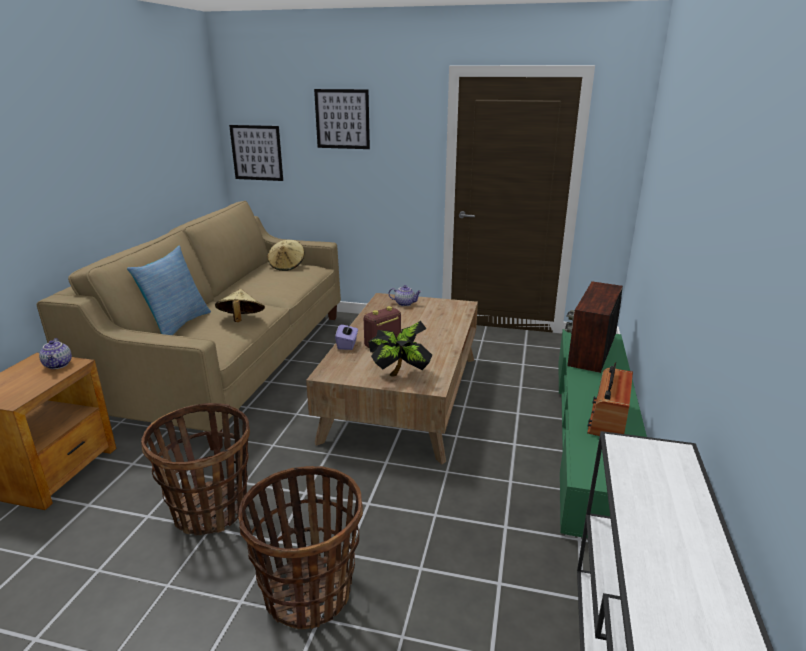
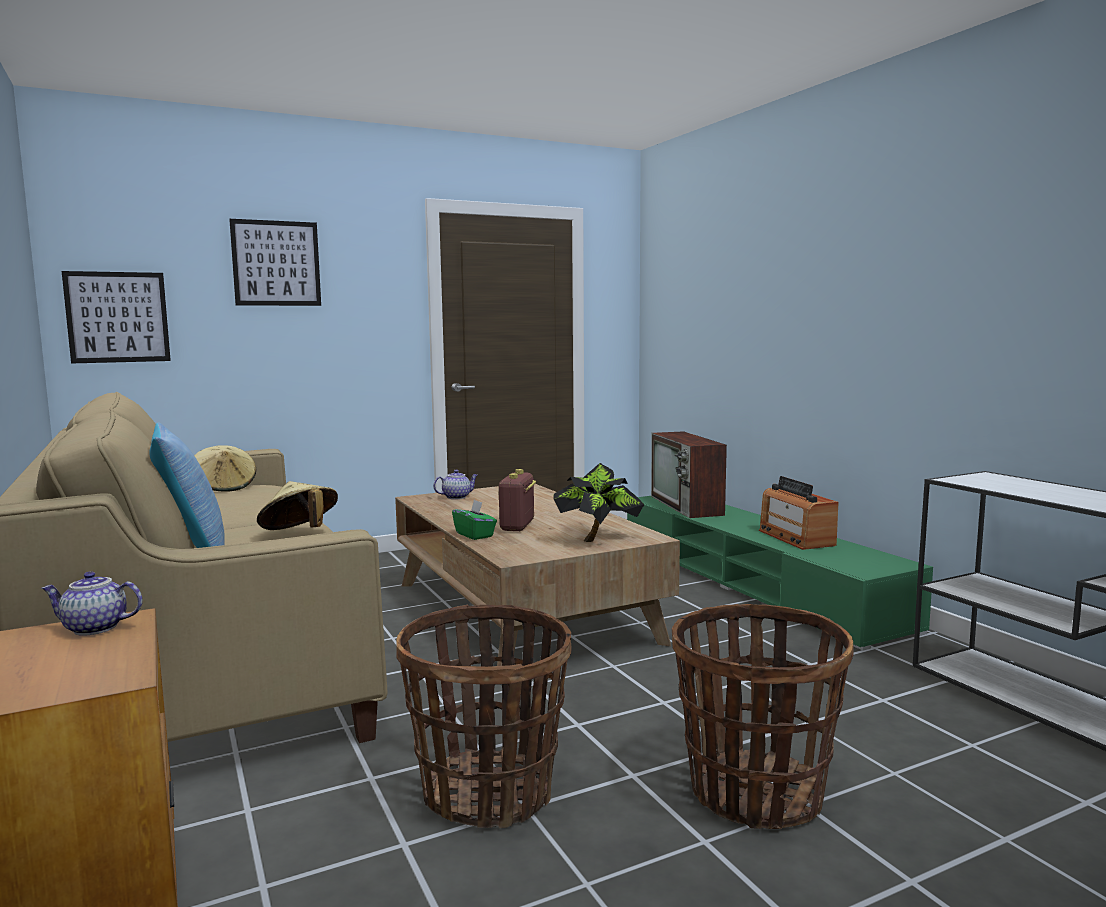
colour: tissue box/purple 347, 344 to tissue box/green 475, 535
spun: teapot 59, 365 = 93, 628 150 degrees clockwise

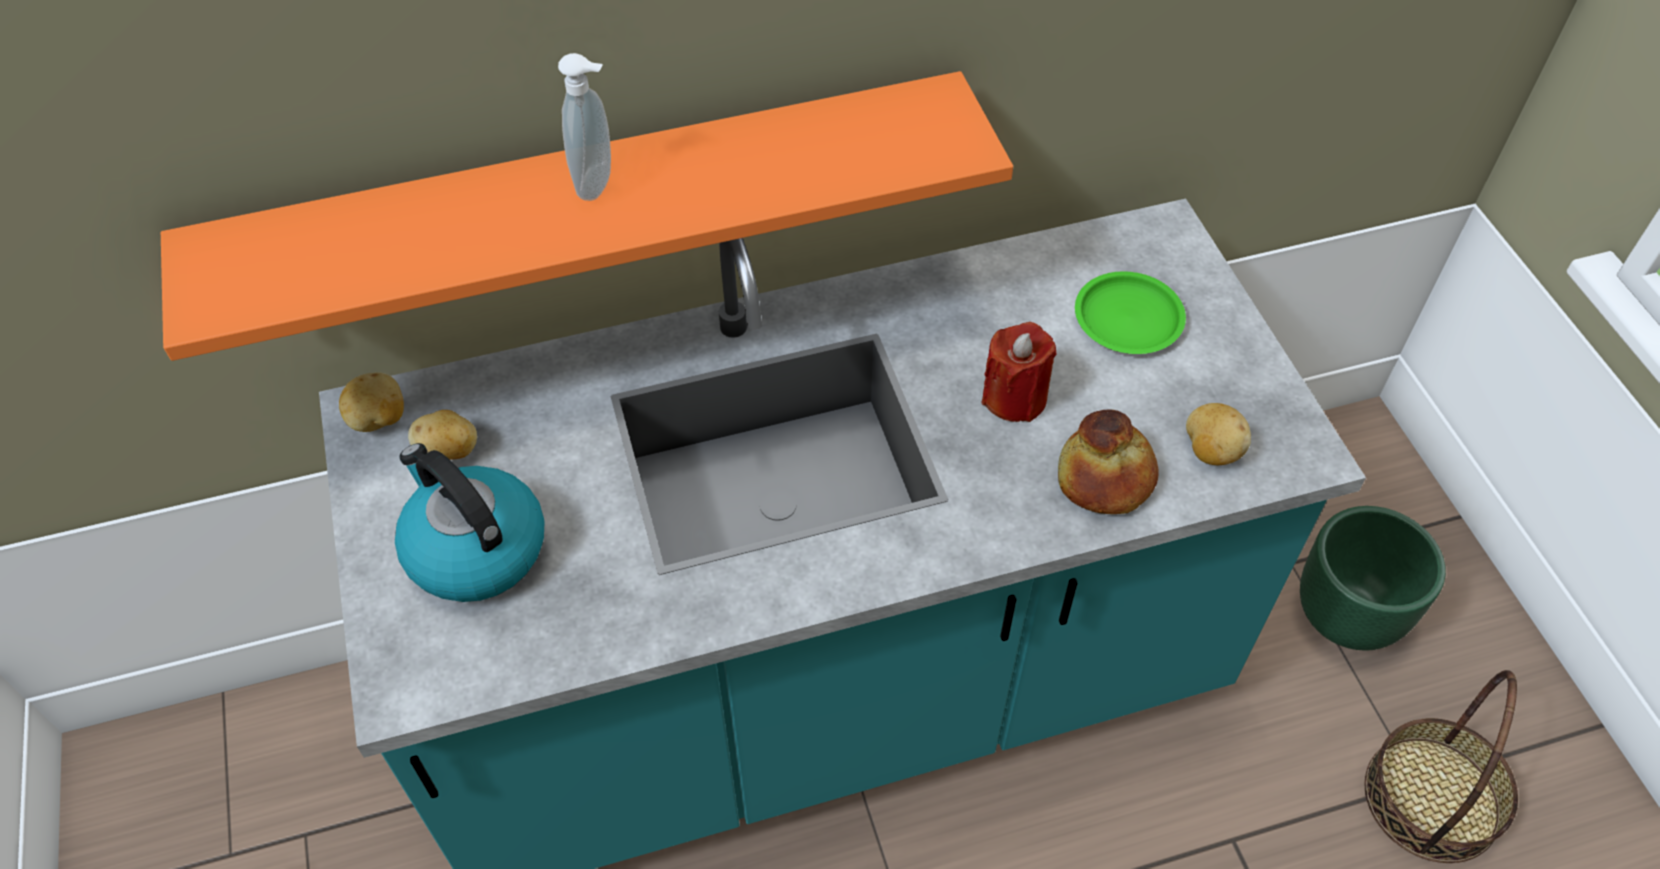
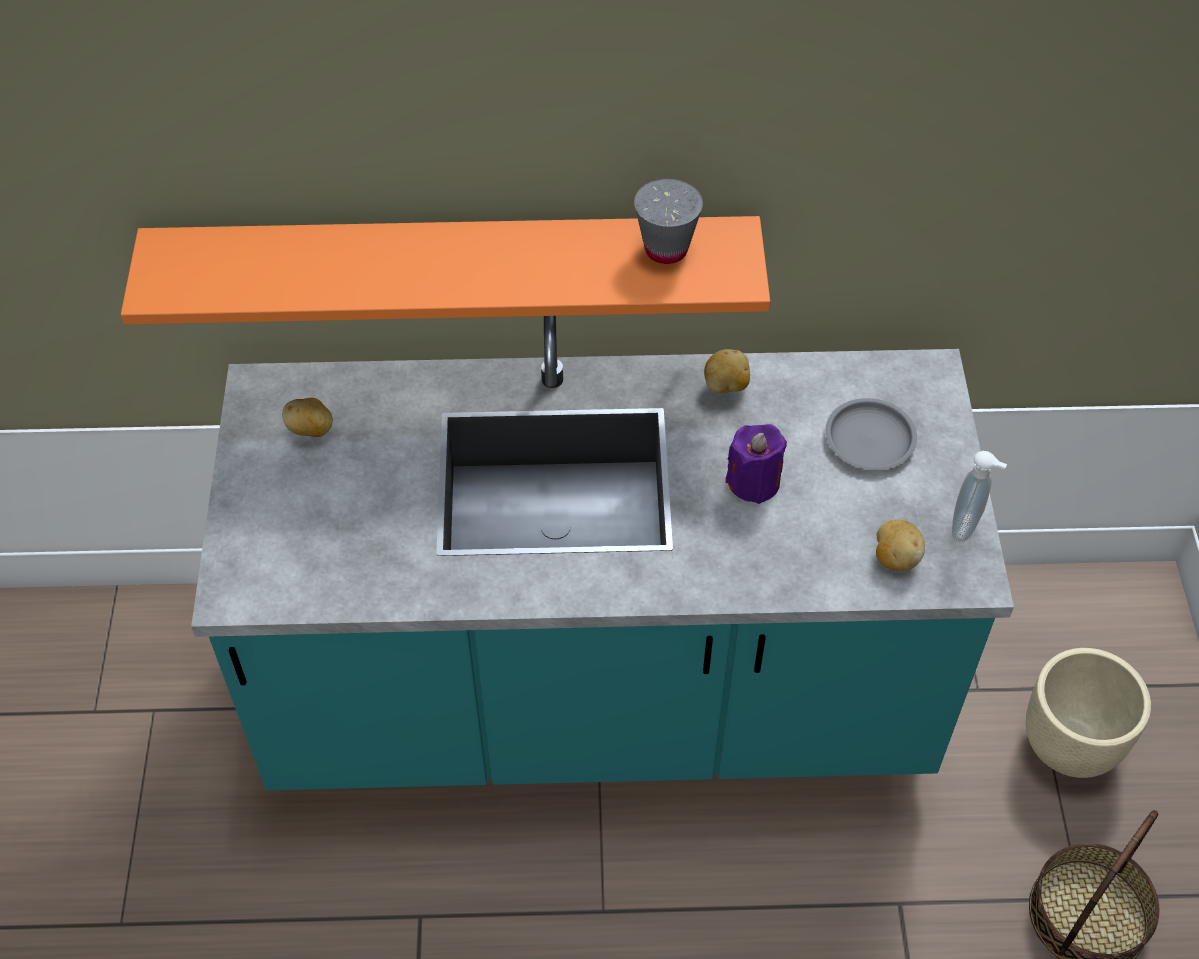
missing: bread 1106, 478; kettle 474, 549
appeared: cup/grey 666, 249
relocated: soap dispenser 599, 183 to 967, 527; potato 379, 420 to 726, 386
colour: plate/green 1127, 319 to plate/grey 869, 439; candle/red 1014, 397 to candle/purple 754, 482; planter/green 1343, 616 to planter/beige 1067, 745

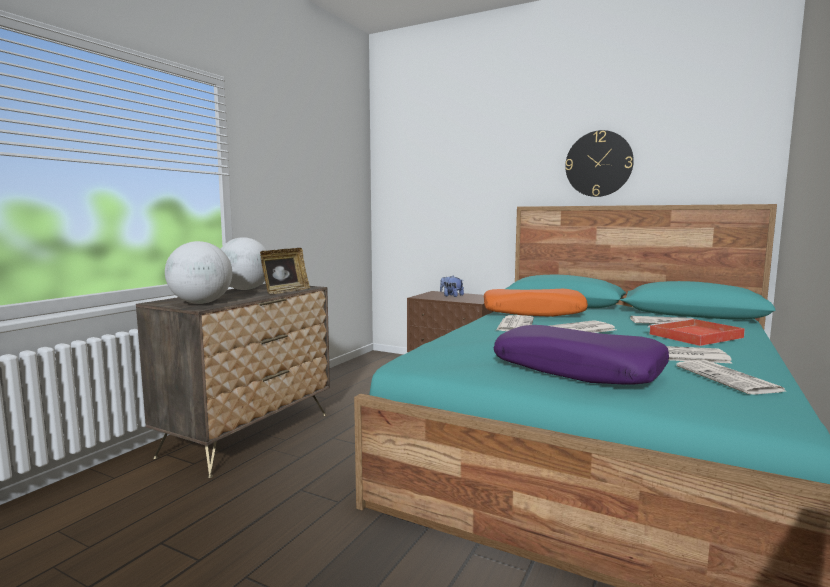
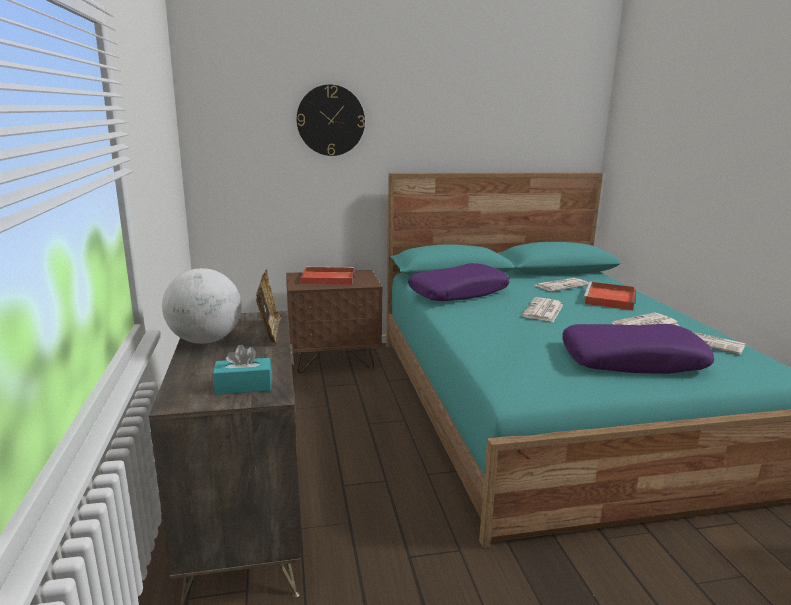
missing: newspaper 515, 324
relocated: wall clock 598, 164 to 330, 120
exchanged: globe 201, 303 to tissue box/turquoise 243, 386; plush toy 451, 296 to tray/red 327, 279
colour: pillow/orange 533, 312 to pillow/purple 458, 293

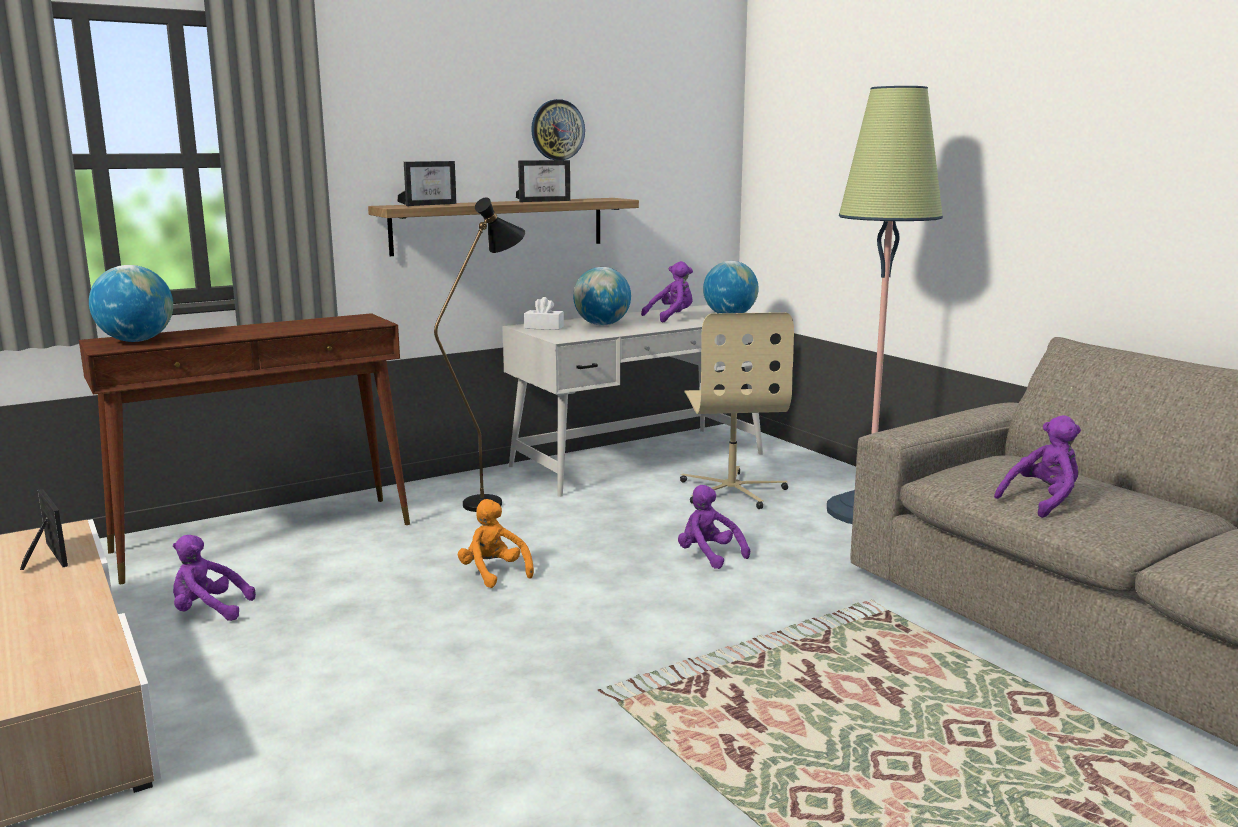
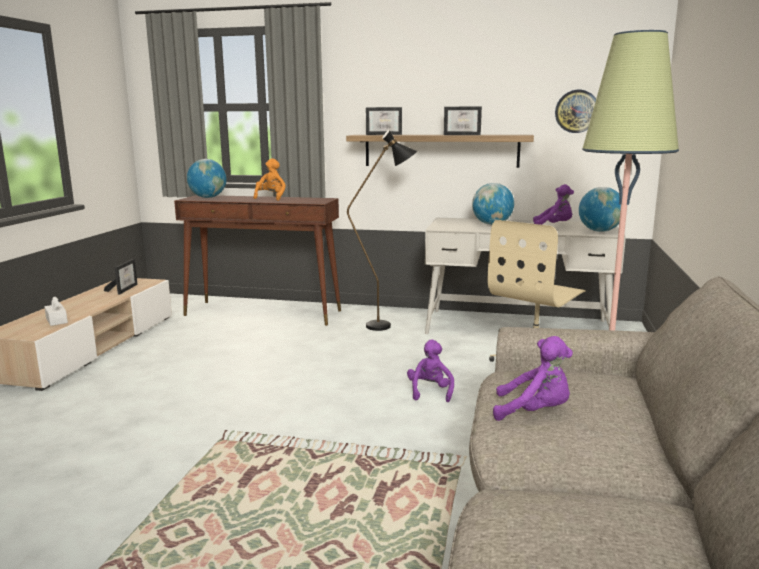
missing: plush toy/purple 208, 611
relocated: wall clock 557, 130 to 576, 111; tissue box/white 544, 327 to 56, 320; plush toy/orange 493, 573 to 271, 198

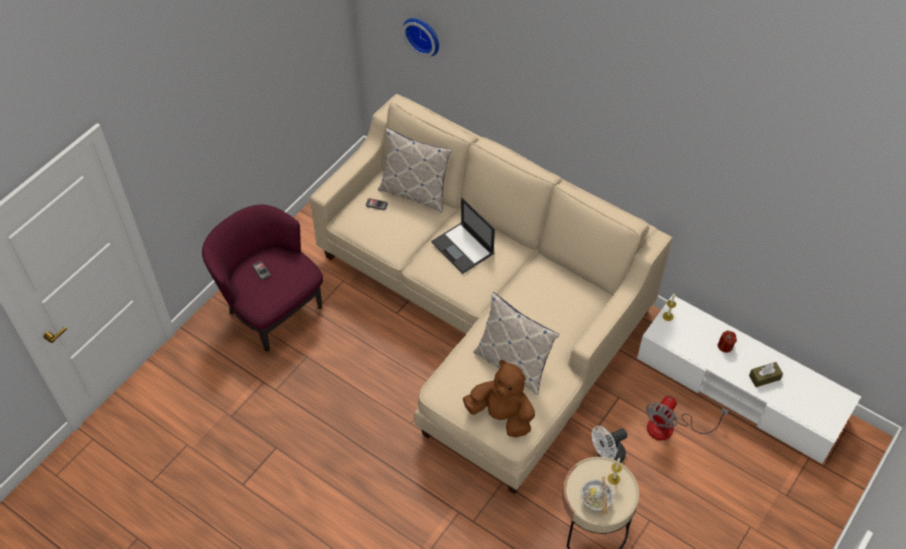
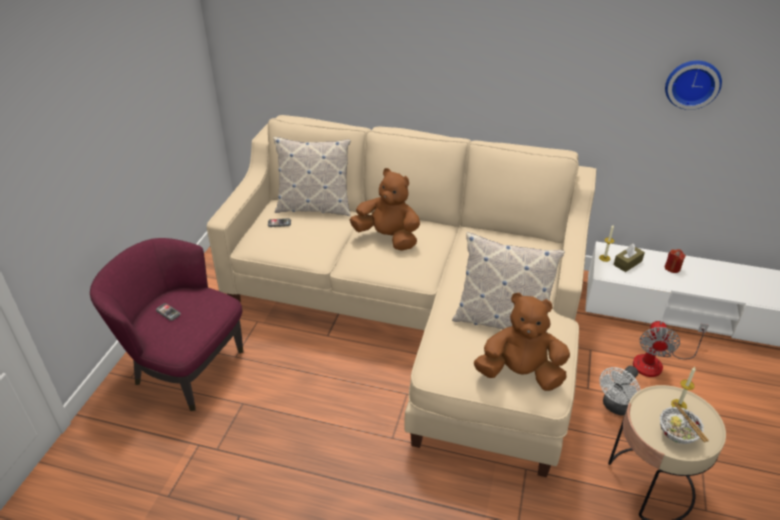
relocated: wall clock 423, 35 to 692, 83; tissue box/brown 764, 377 to 627, 263
exchanged: laptop 463, 248 to plush toy/brown 388, 237

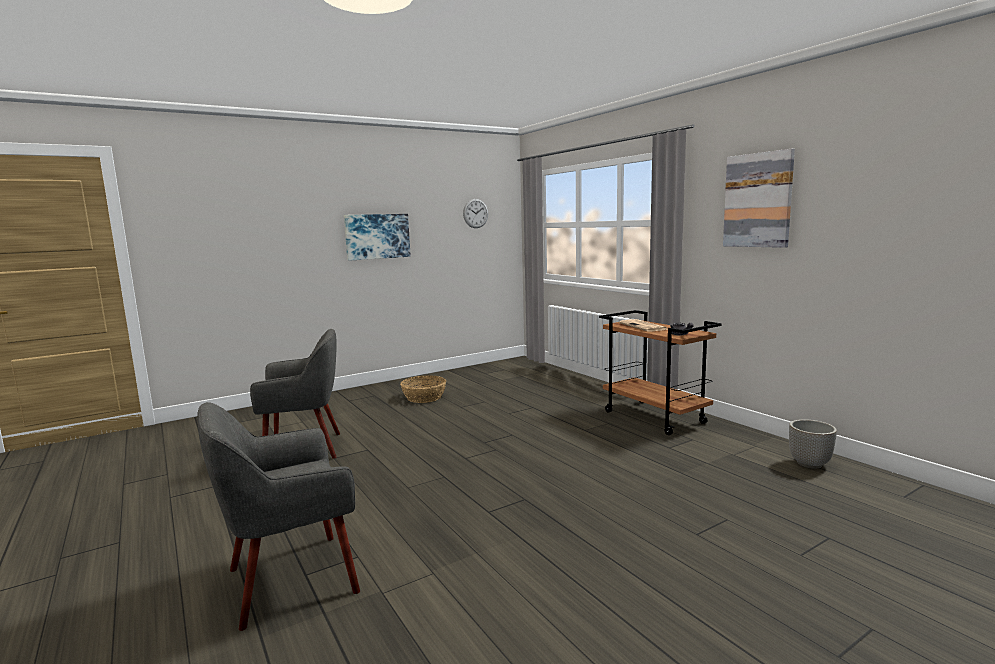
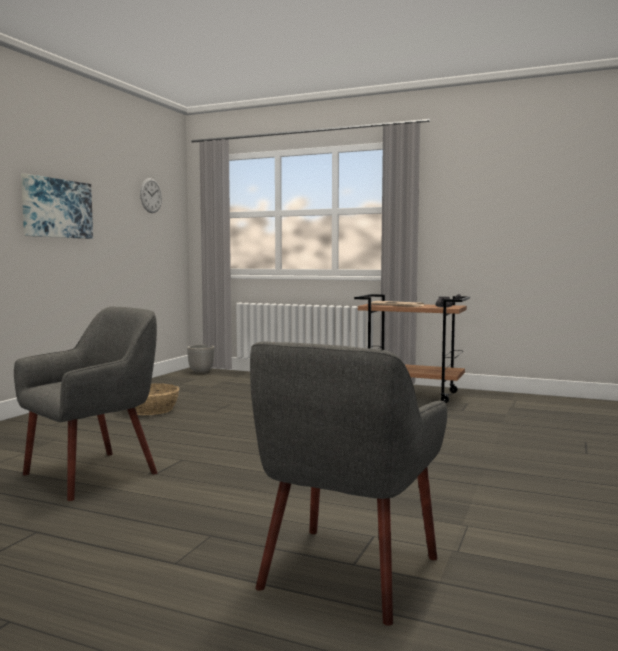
missing: picture 758, 200
relocated: planter 810, 464 to 201, 372

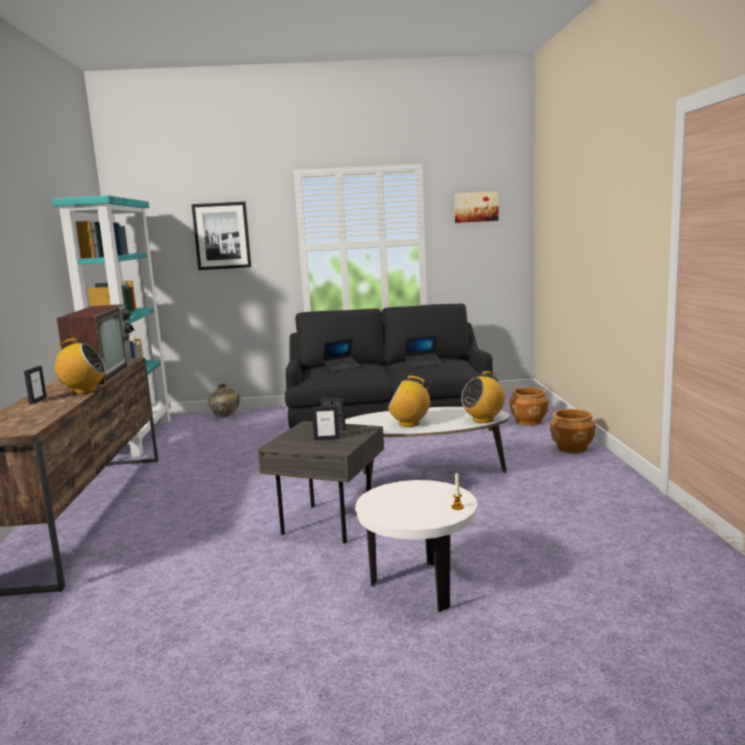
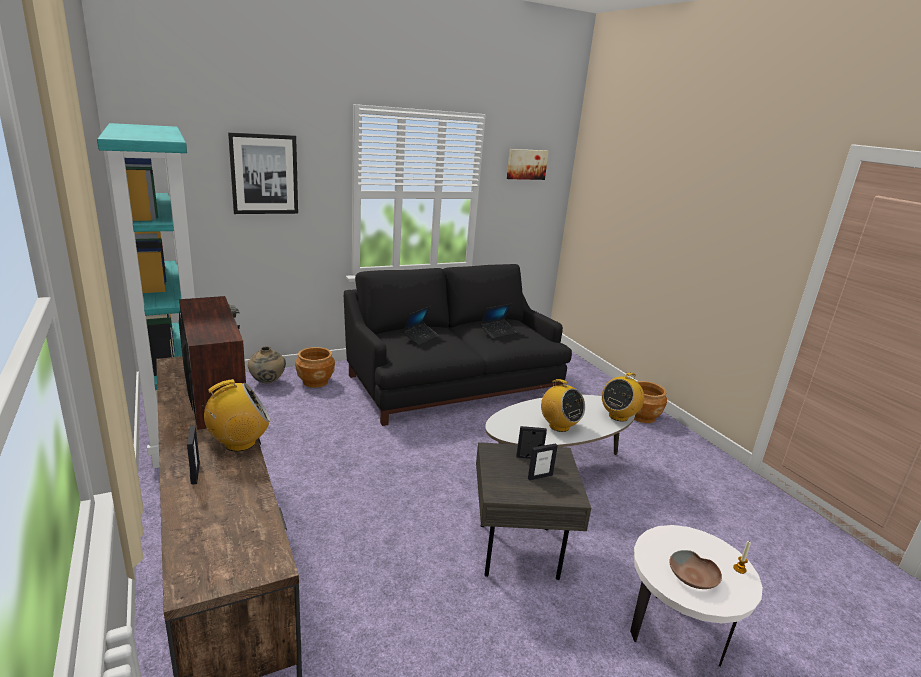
appeared: bowl/brown 693, 577
relocated: planter/brown 529, 421 to 315, 381
spun: radio 409, 424 = 558, 426 120 degrees counterclockwise

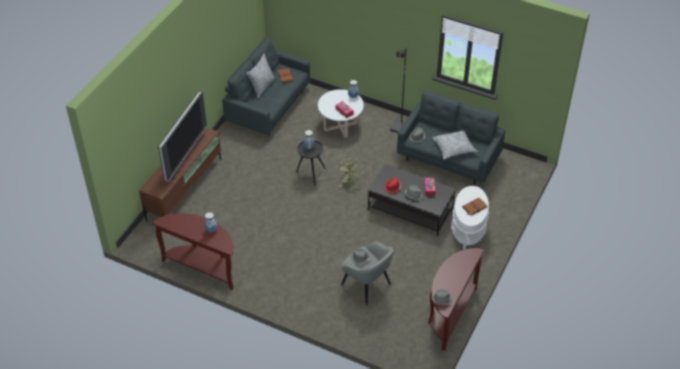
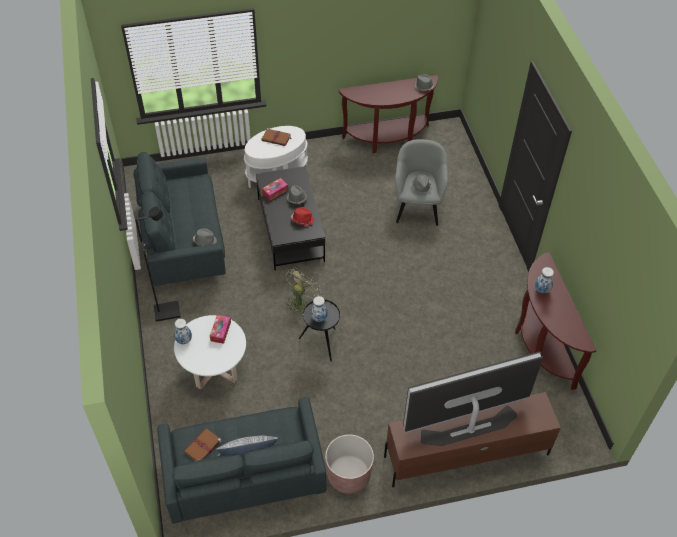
missing: pillow 454, 149
appeared: planter/brown 348, 475

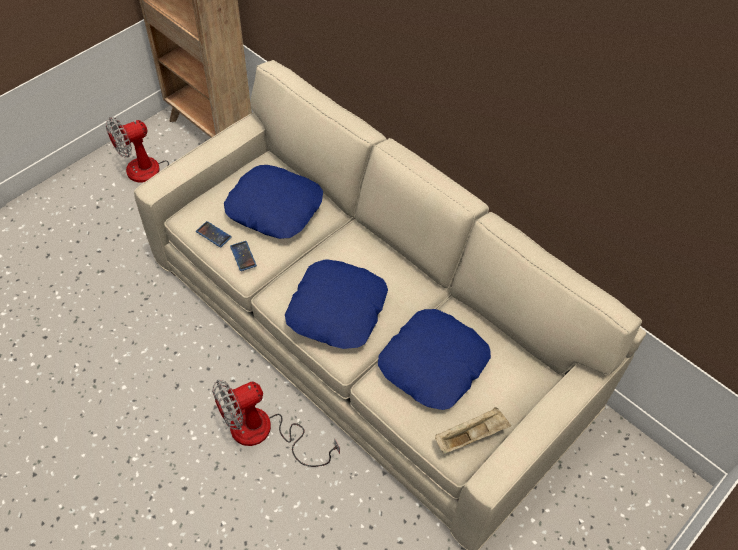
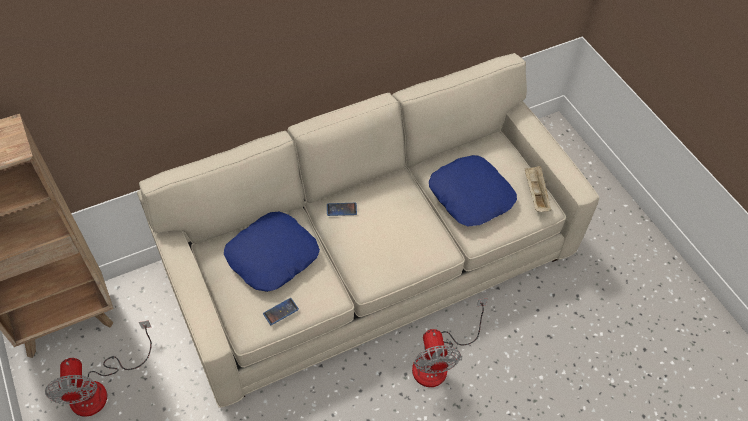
missing: pillow/blue 338, 310
relocated: phone 243, 256 to 341, 209

